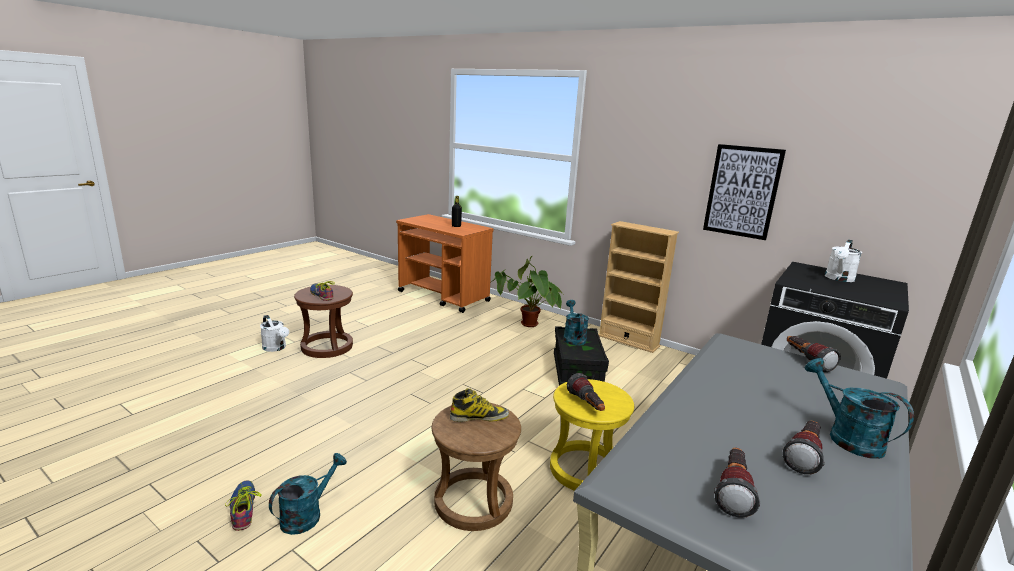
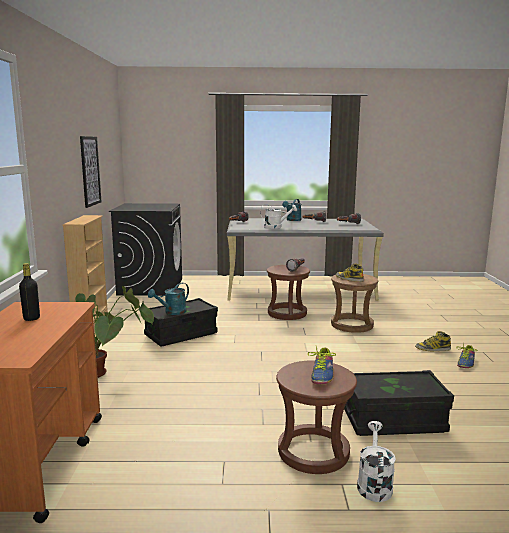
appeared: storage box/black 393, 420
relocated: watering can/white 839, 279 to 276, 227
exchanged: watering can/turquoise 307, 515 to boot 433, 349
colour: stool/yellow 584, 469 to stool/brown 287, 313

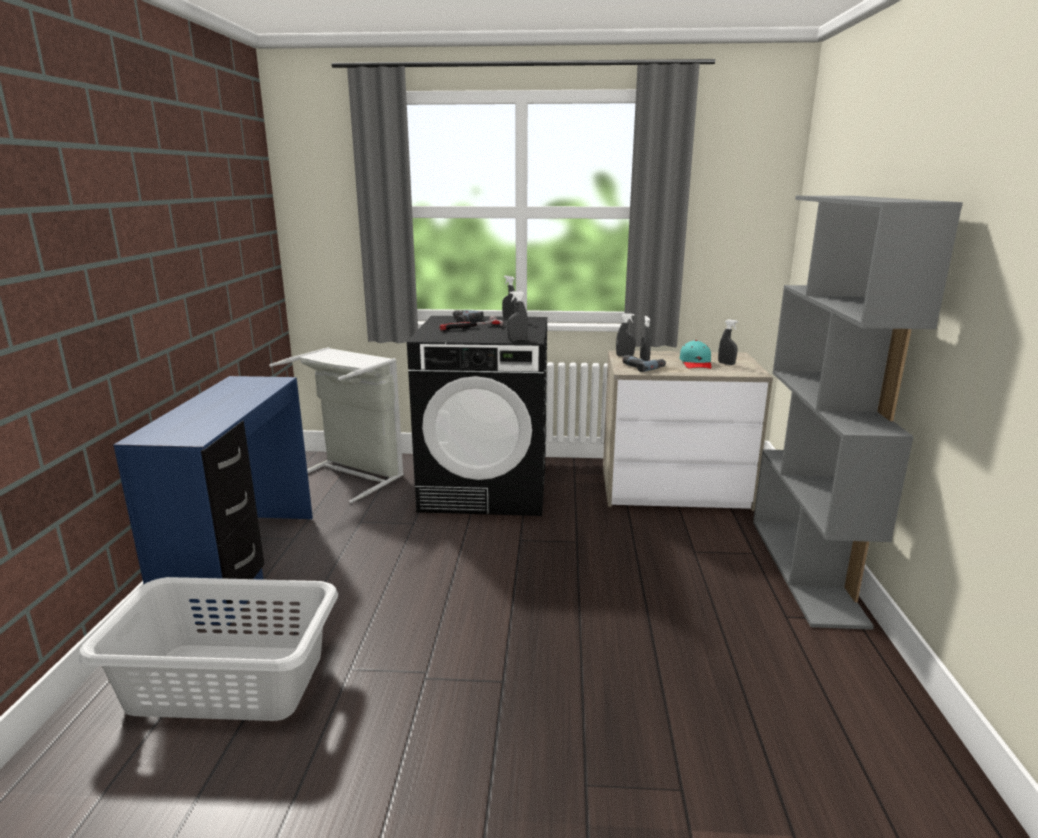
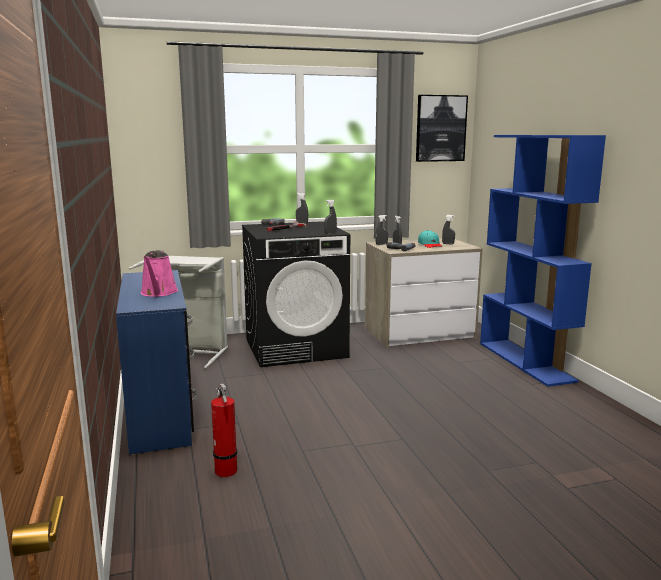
appeared: picture 440, 128; watering can/pink 158, 293
exchanged: laundry basket/grey 228, 682 to fire extinguisher 226, 472
colour: bookcase/grey 806, 569 to bookcase/blue 526, 361

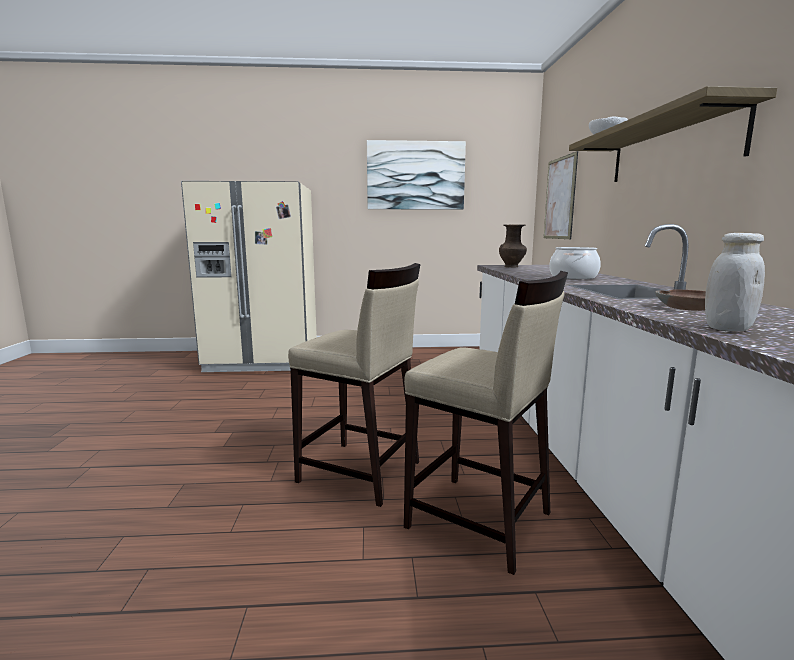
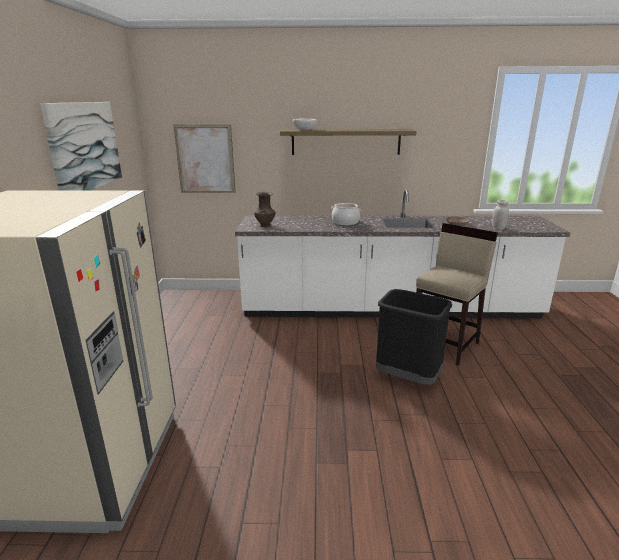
exchanged: stool/beige 360, 472 to trash can/black 408, 378

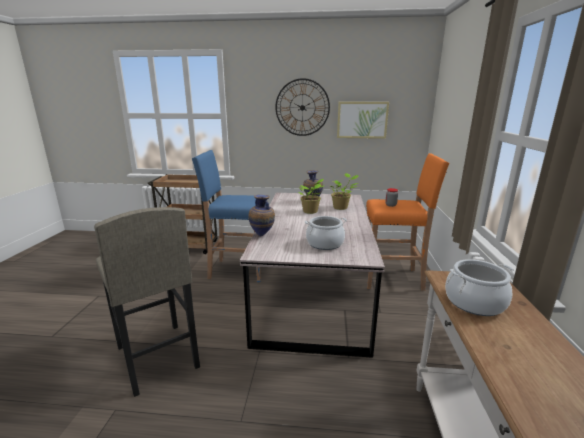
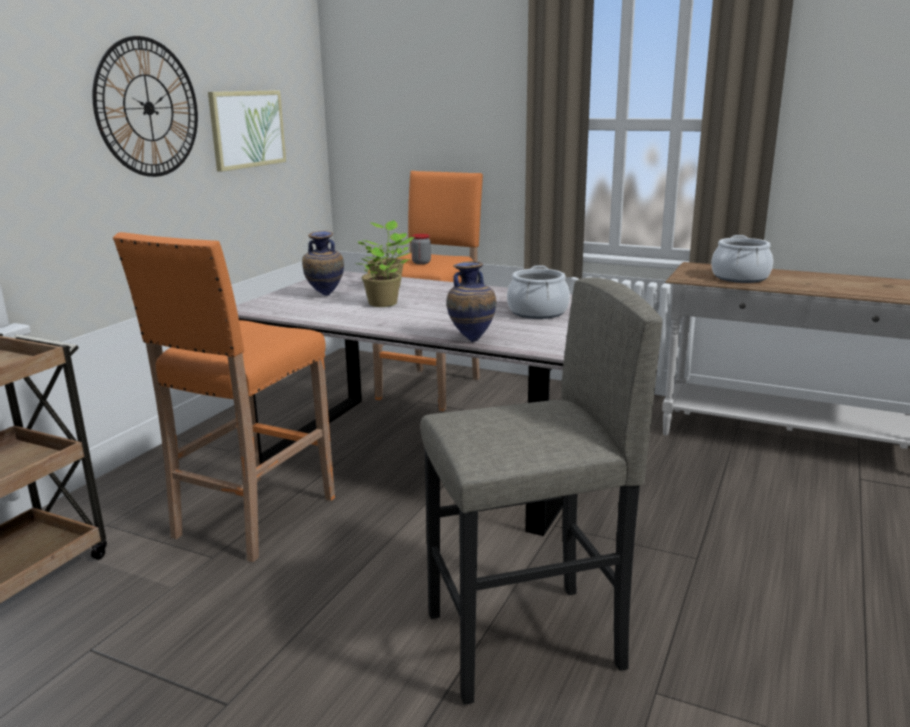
colour: stool/blue 237, 270 to stool/orange 252, 518

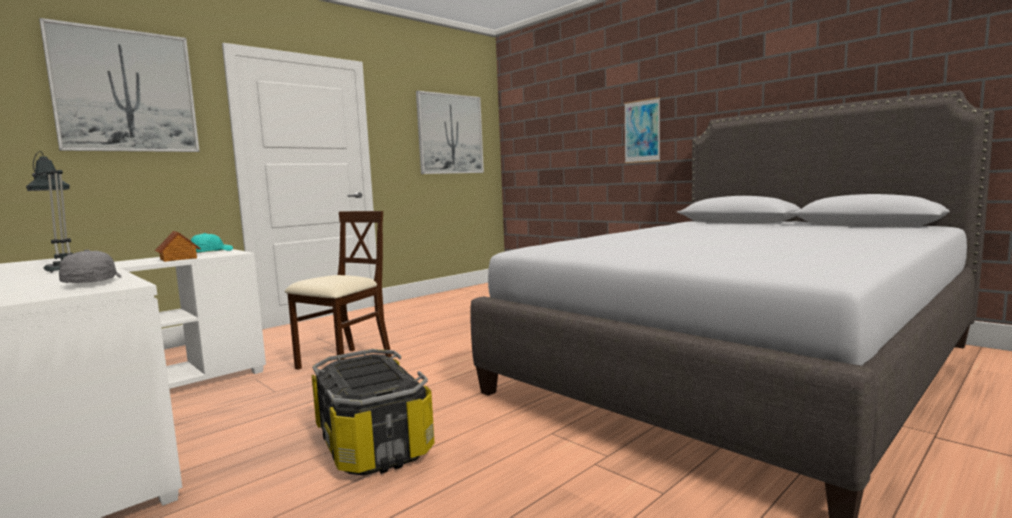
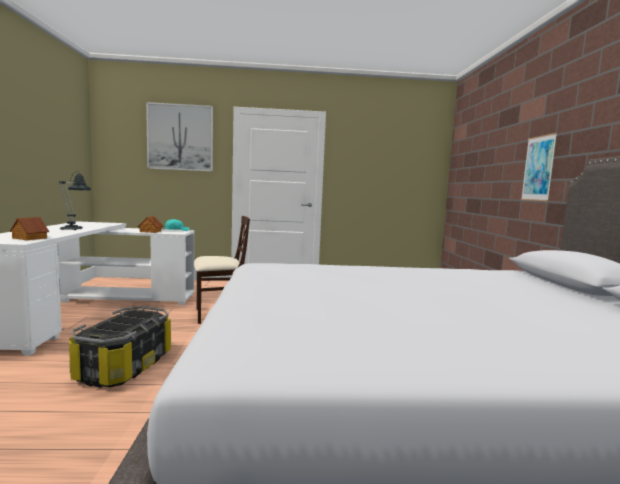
missing: picture 450, 134
exchanged: cap/grey 93, 283 to toy house 29, 238

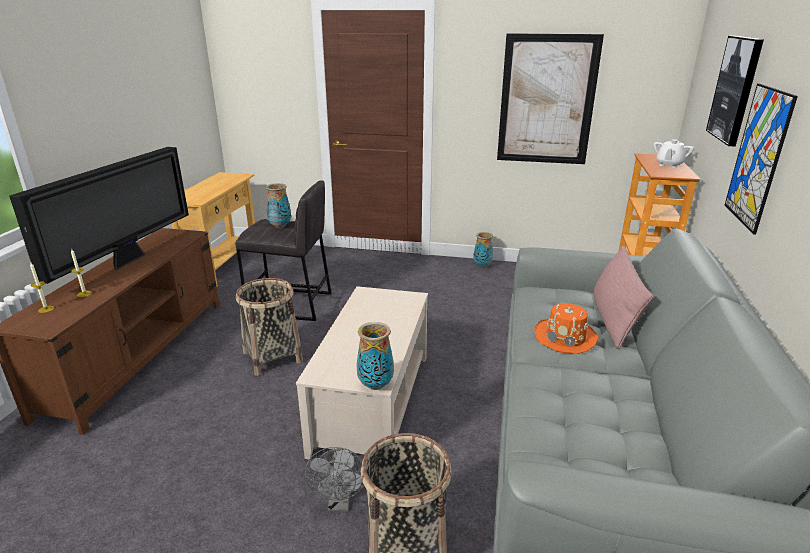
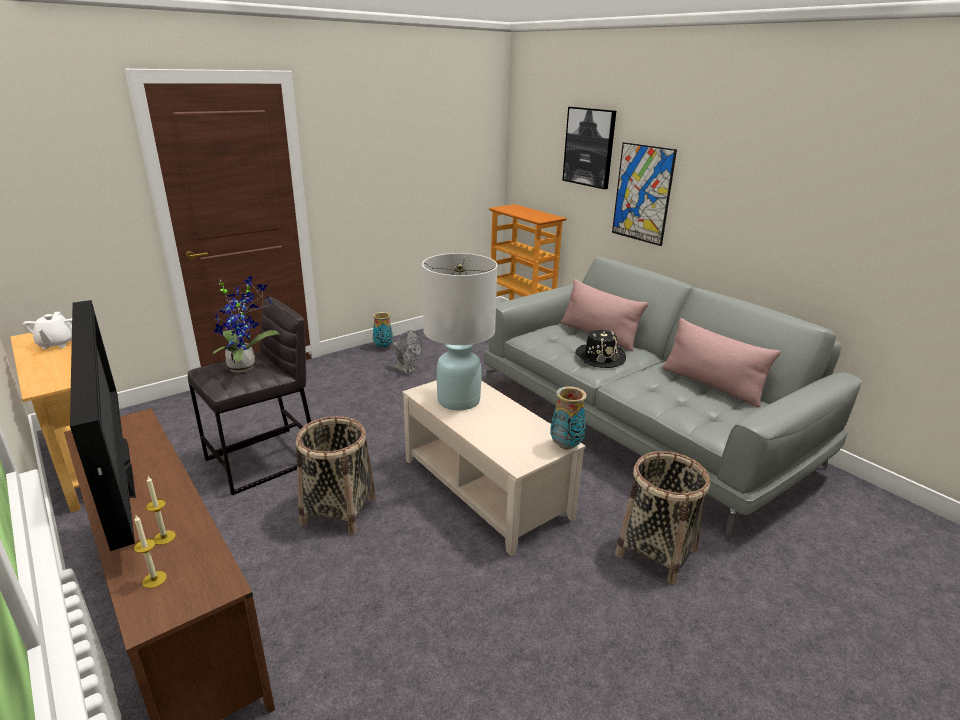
missing: picture 547, 100
appeared: table lamp/white 458, 400; pillow/pink 711, 385
relocated: teapot/white 669, 164 to 56, 344; fan/grey 339, 502 to 407, 371
exchanged: vase 280, 226 to potted plant 245, 366
colour: hat/orange 565, 337 to hat/black 599, 357

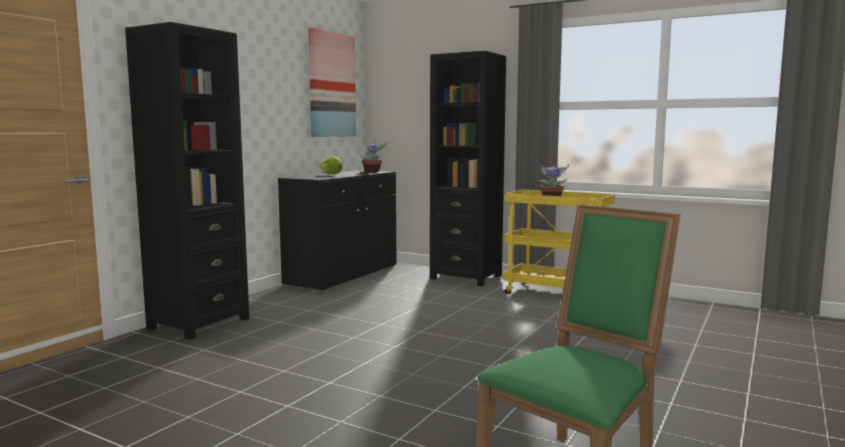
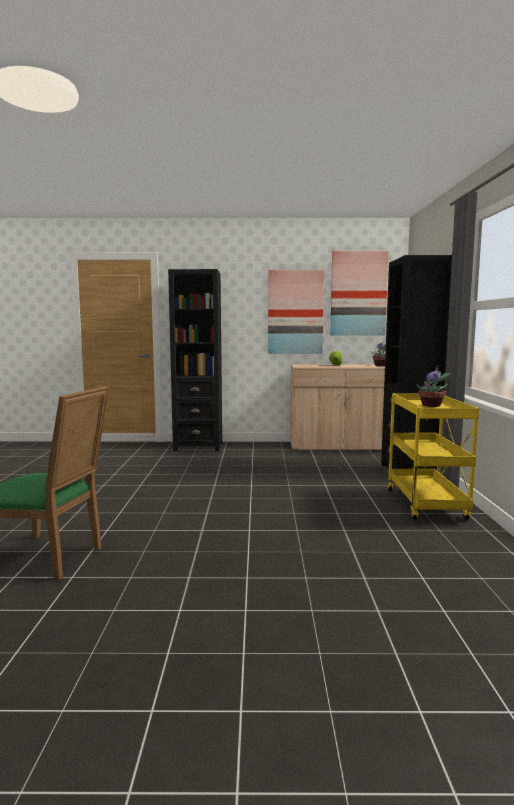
appeared: picture 295, 312
colour: cabinet/black 343, 275 to cabinet/beige 340, 446

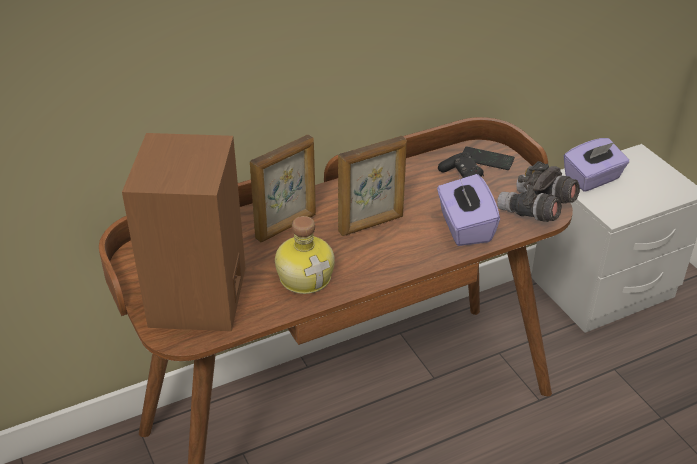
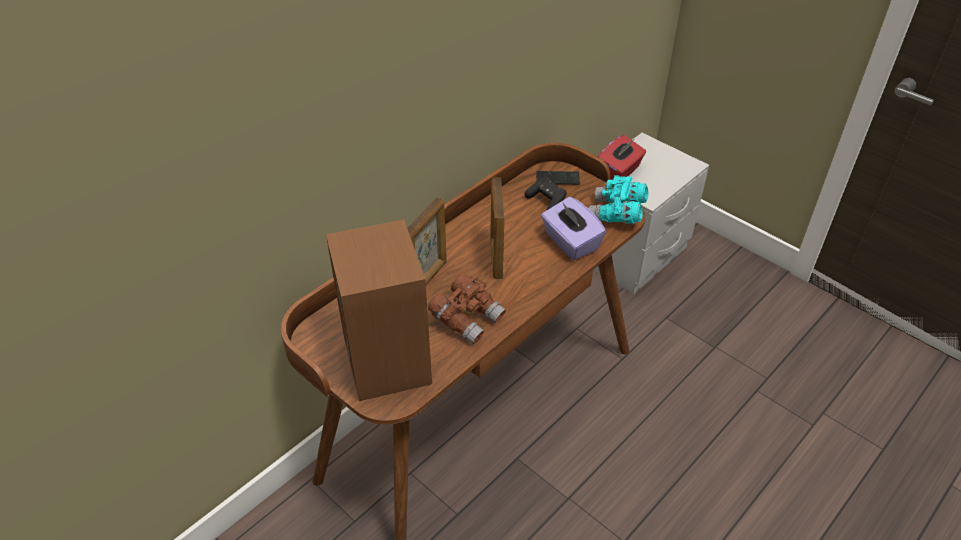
exchanged: bottle 306, 276 to binoculars/brown 467, 318
colour: tissue box/purple 592, 179 to tissue box/red 619, 171; binoculars/grey 536, 210 to binoculars/turquoise 617, 214
spun: picture frame 371, 224 = 496, 258 135 degrees clockwise

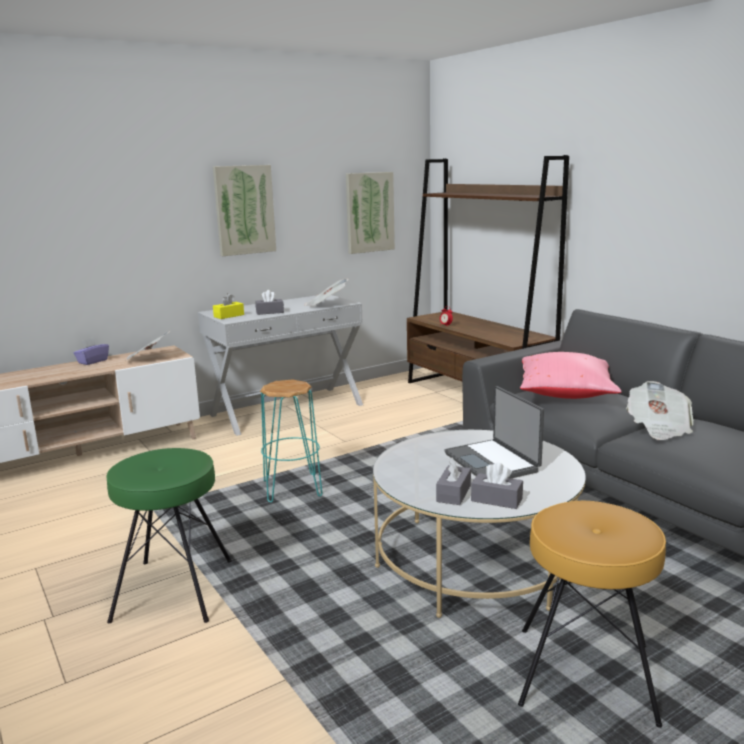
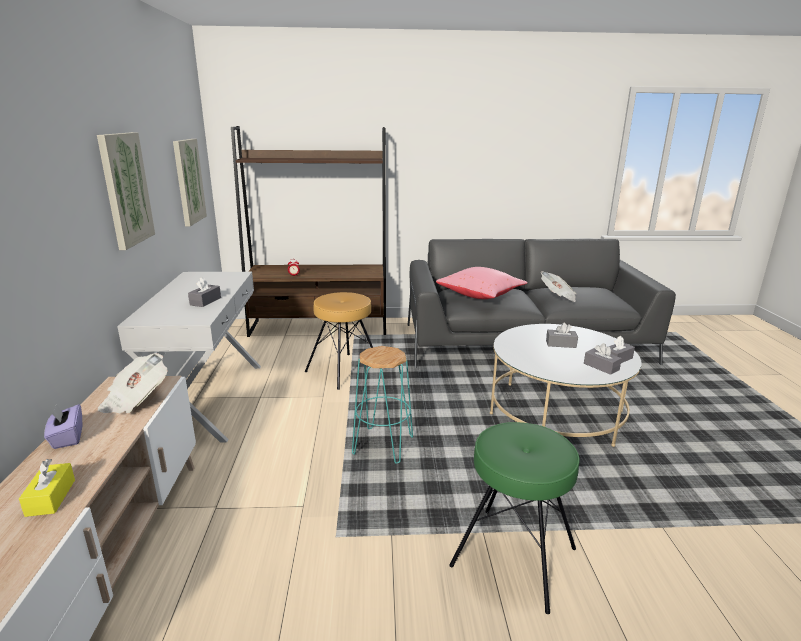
missing: newspaper 326, 305
relocated: tissue box/yellow 229, 316 to 51, 497; stool/brown 585, 675 to 344, 371
exchanged: laptop 493, 462 to tissue box/grey 561, 344

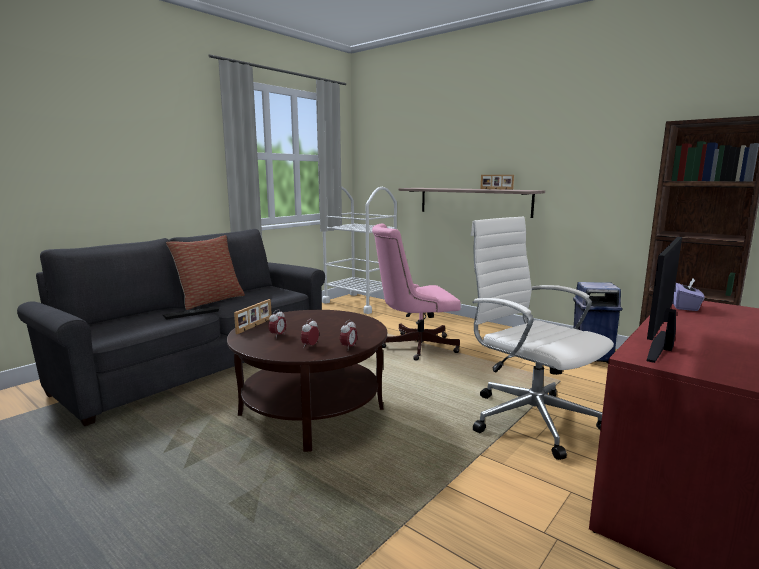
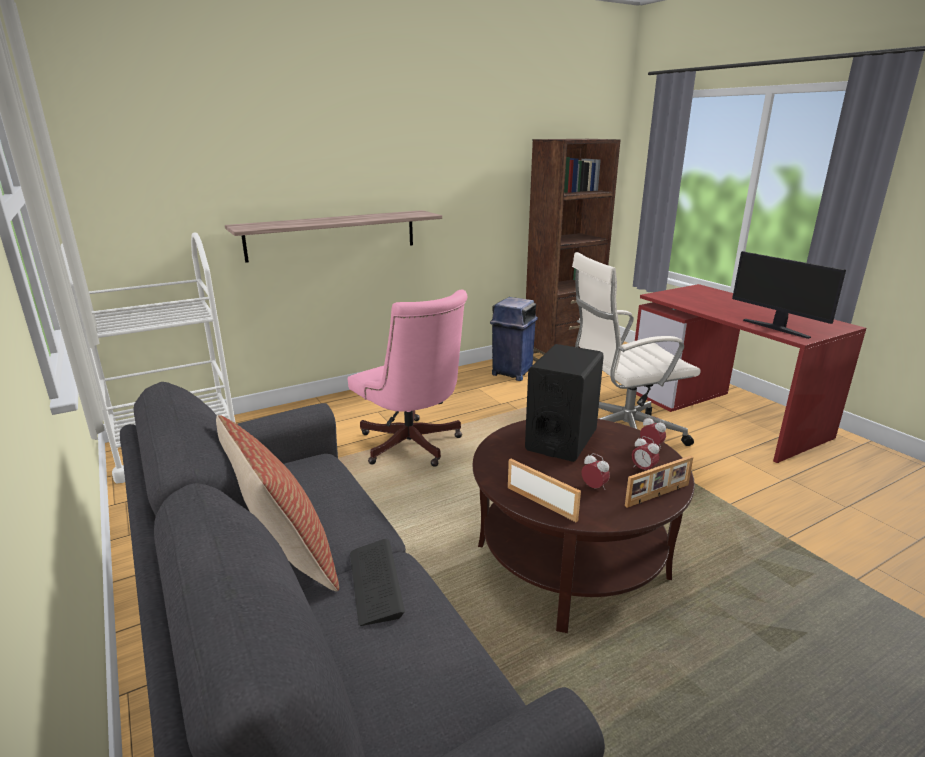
missing: tissue box/purple 685, 306
appeared: speaker/black 561, 440
relocated: picture frame 496, 189 to 658, 495
spun: office chair/pink 414, 346 = 412, 447 45 degrees counterclockwise

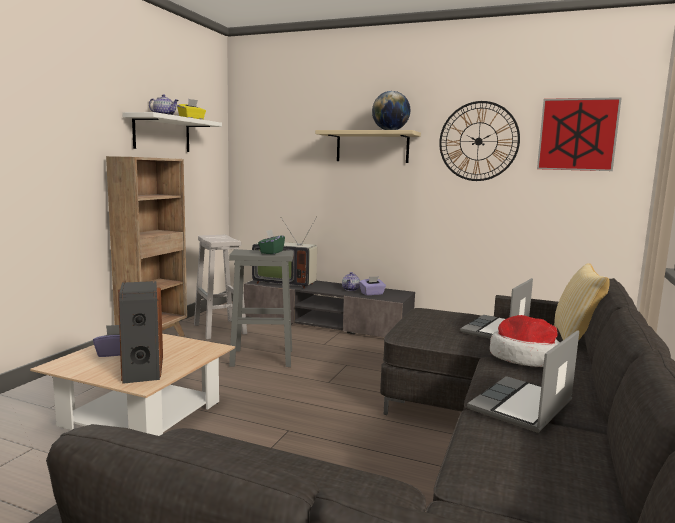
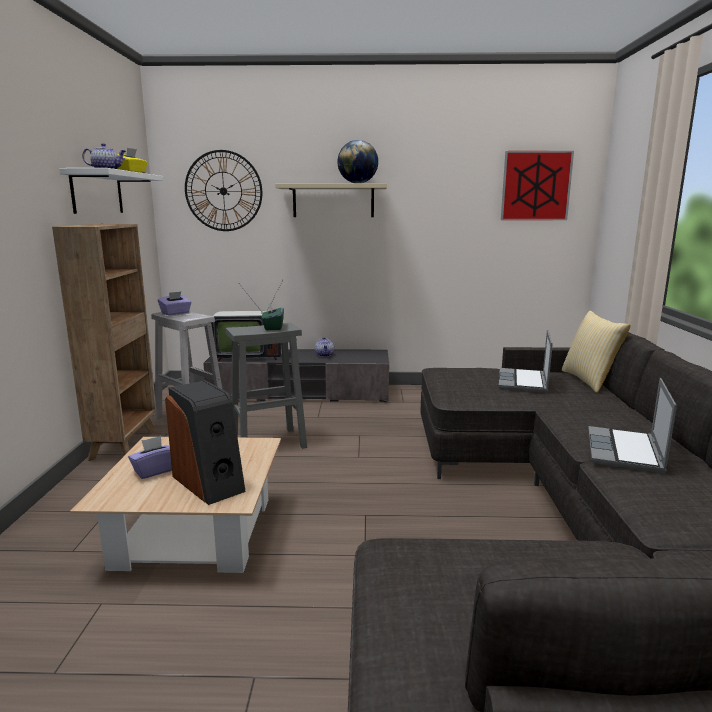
missing: hat 524, 358
relocated: wall clock 478, 141 to 223, 191; tissue box/purple 372, 294 to 176, 313

